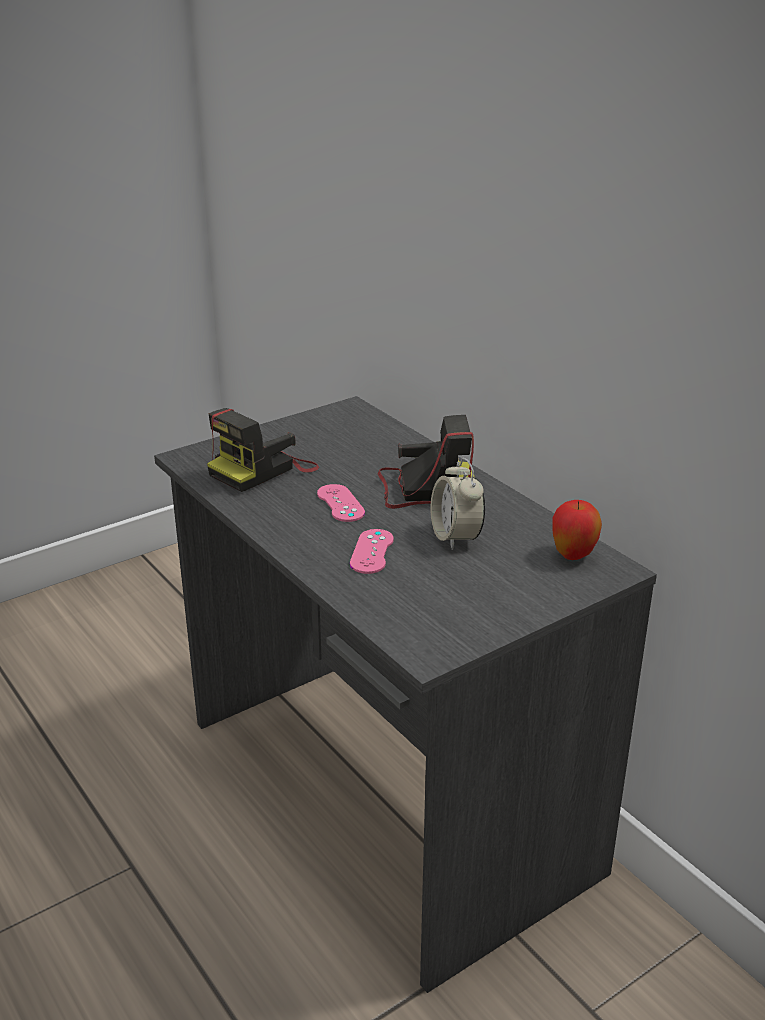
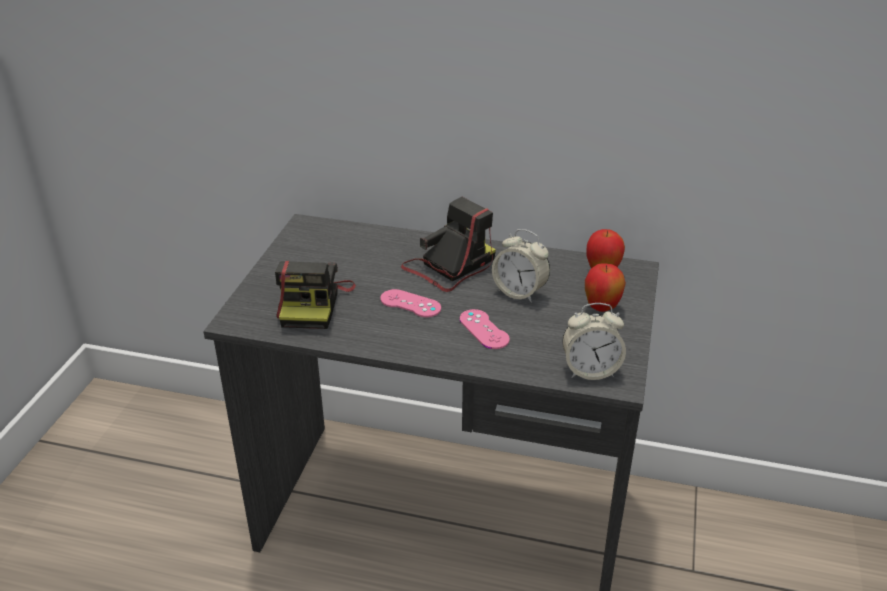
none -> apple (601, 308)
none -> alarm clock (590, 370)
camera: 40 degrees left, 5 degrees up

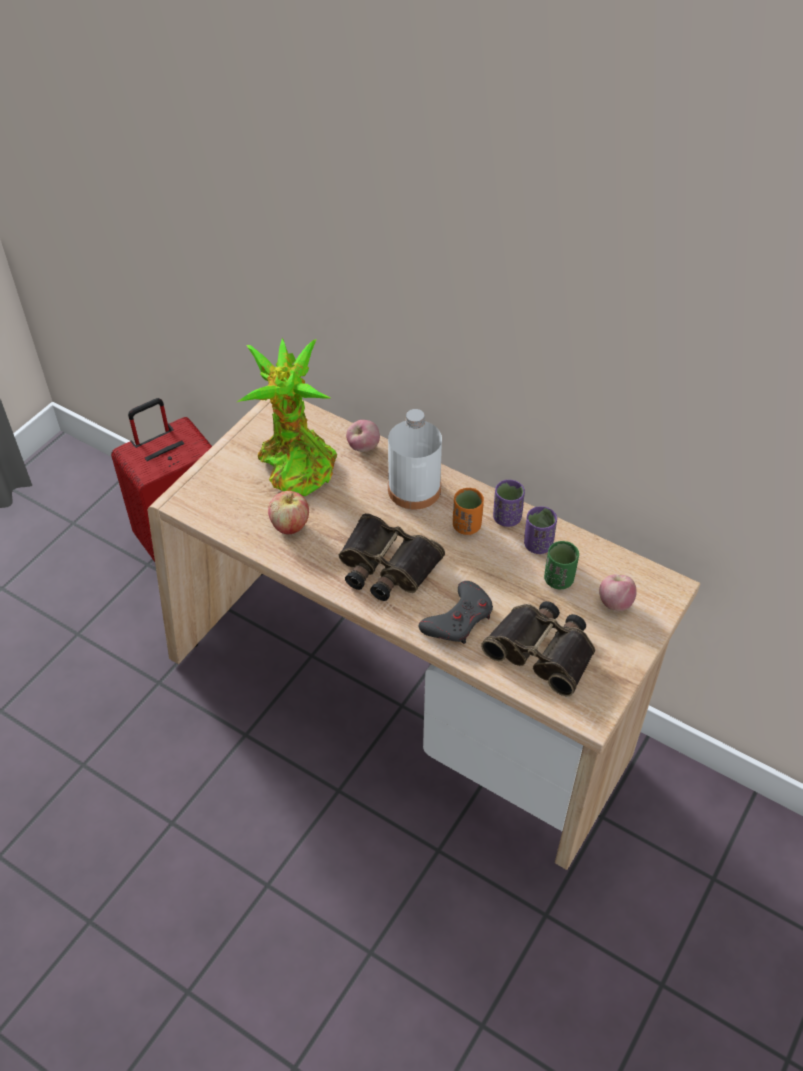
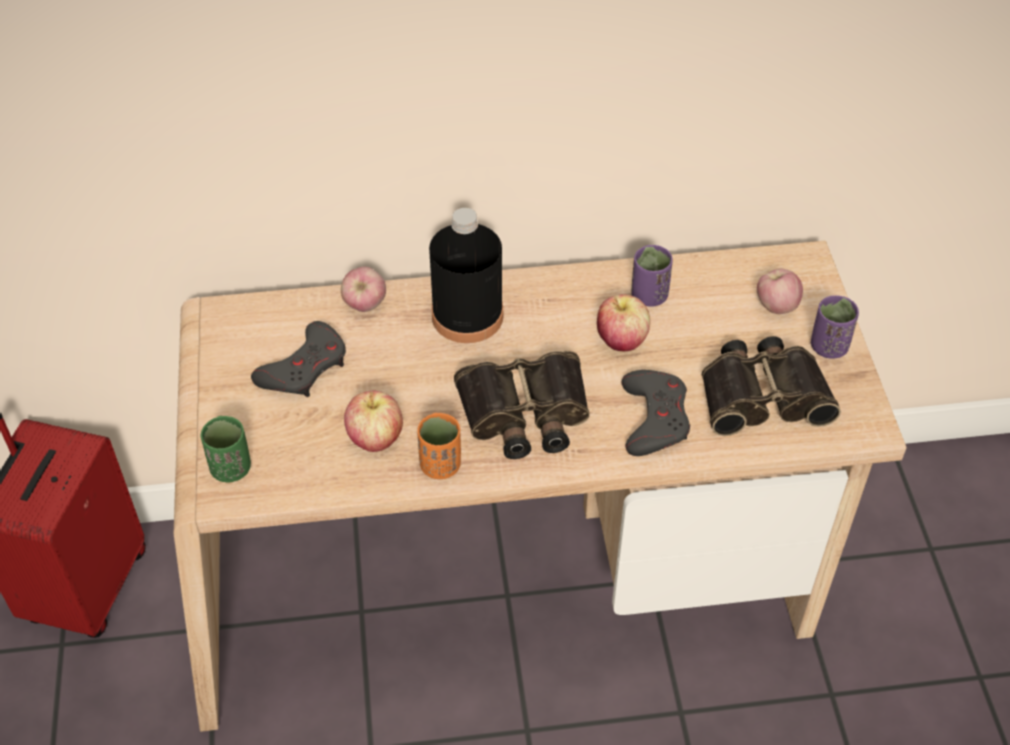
potted plant (294, 463) -> grey game controller (304, 368)
white bottle (414, 489) -> black bottle (467, 316)
purple cup (507, 518) -> purple cup (828, 347), relocated
orange cup (466, 526) -> orange cup (440, 465), relocated
green cup (558, 579) -> green cup (231, 468), relocated
none -> apple (621, 340)
camera: 40 degrees left, 0 degrees up

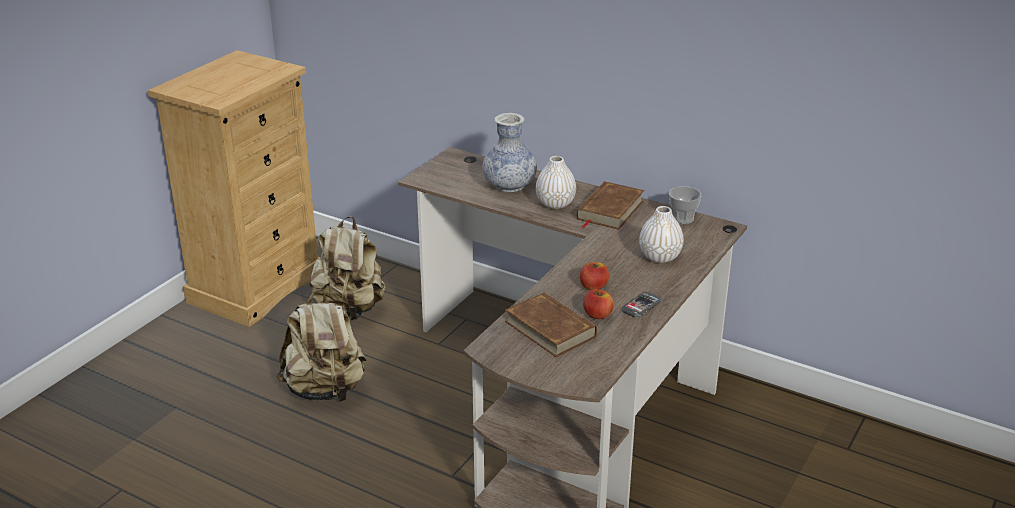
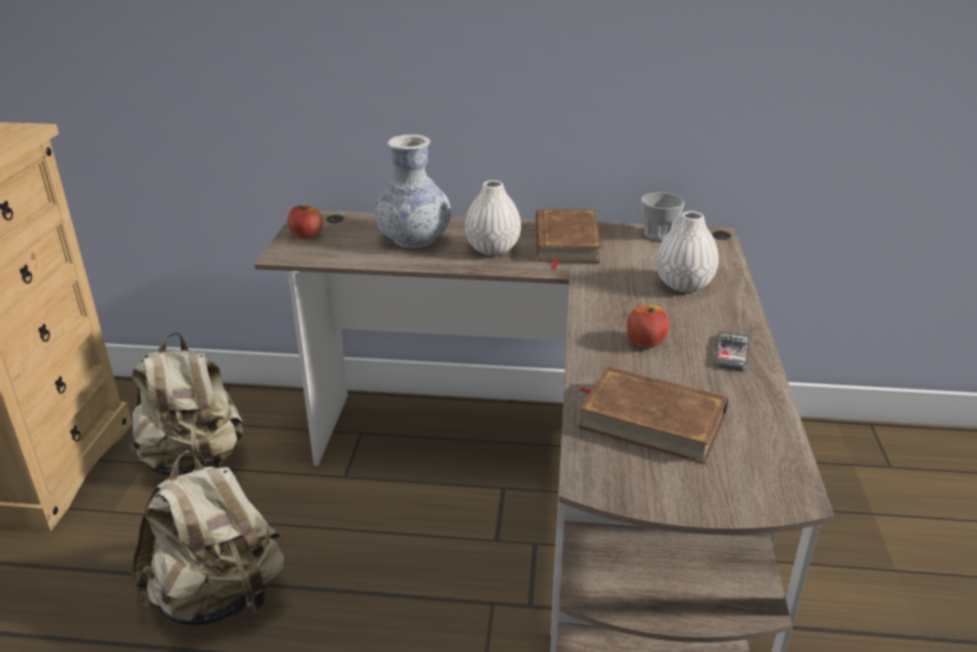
apple (597, 315) -> apple (306, 235), relocated
camera: 25 degrees left, 0 degrees up

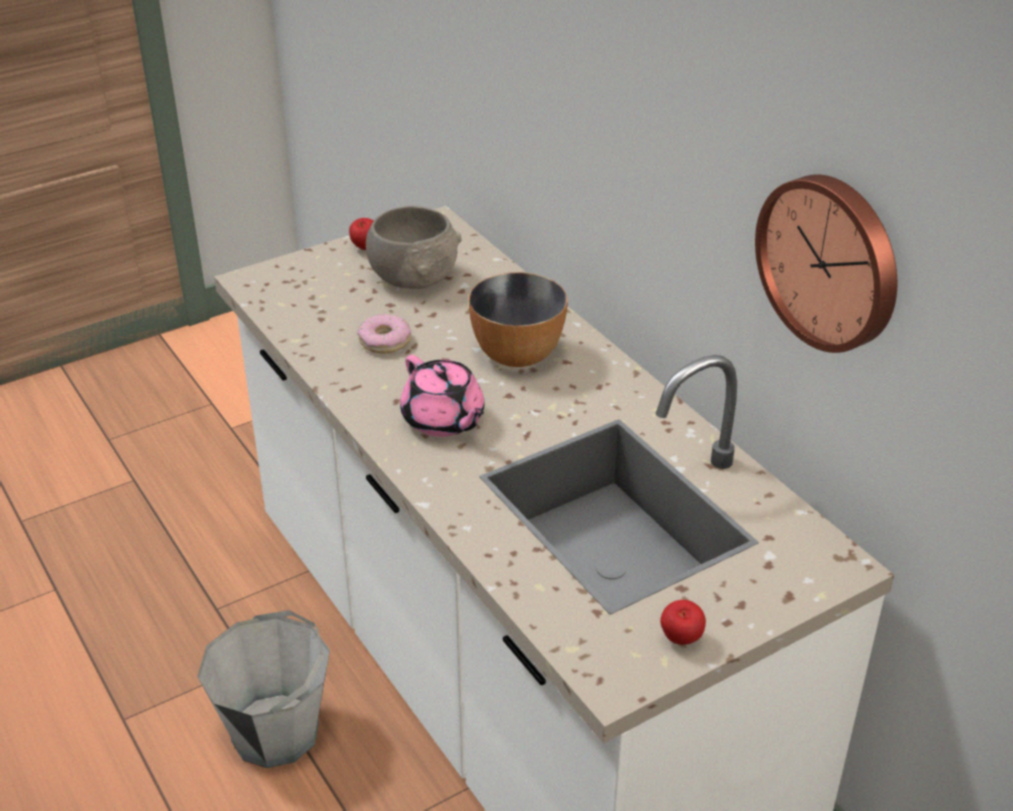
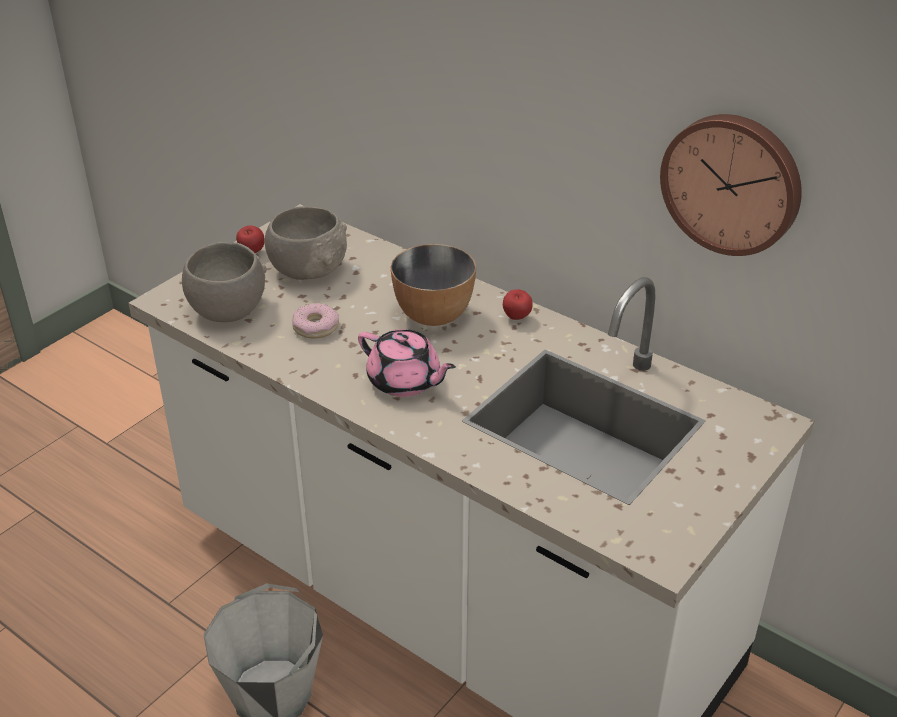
apple (681, 640) -> apple (517, 318), relocated
none -> grey bowl (227, 308)
camera: 20 degrees left, 0 degrees up

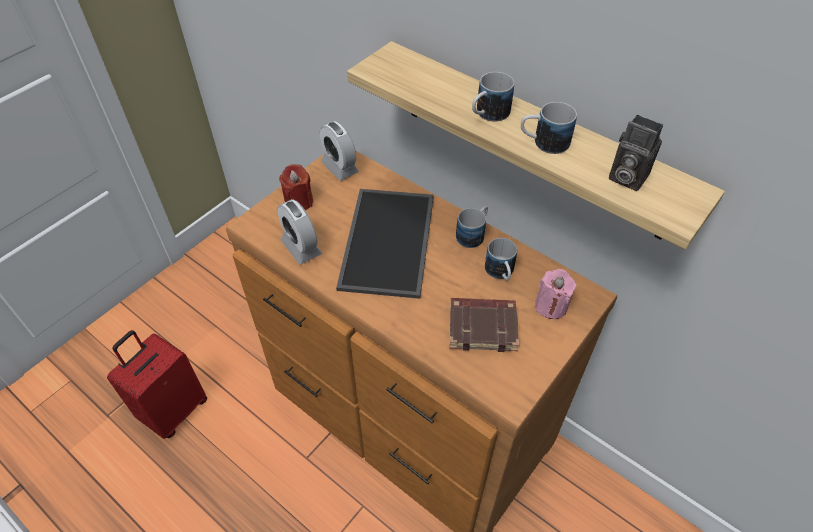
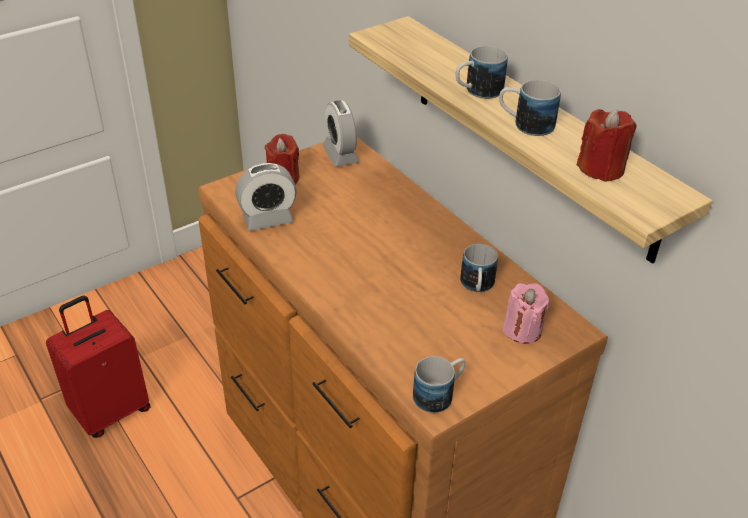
photo camera (625, 177) -> red candle (601, 168)
tray (390, 242) -> none
alarm clock (301, 247) -> alarm clock (268, 219), 90 degrees counterclockwise
mug (473, 234) -> mug (439, 394), relocated
brown book (483, 326) -> none
camera: 15 degrees right, 10 degrees down

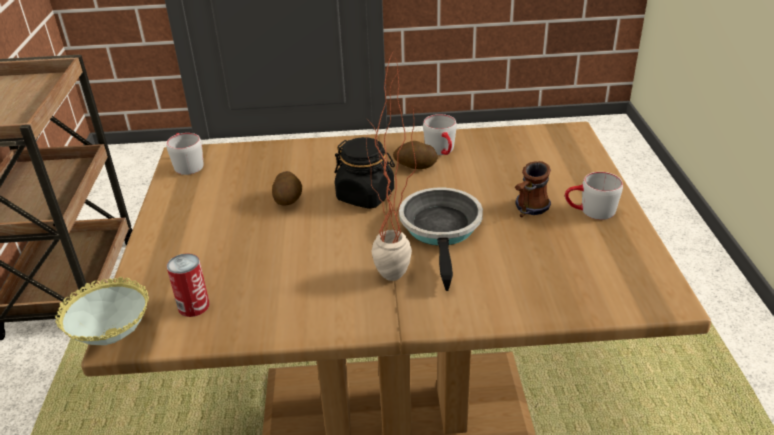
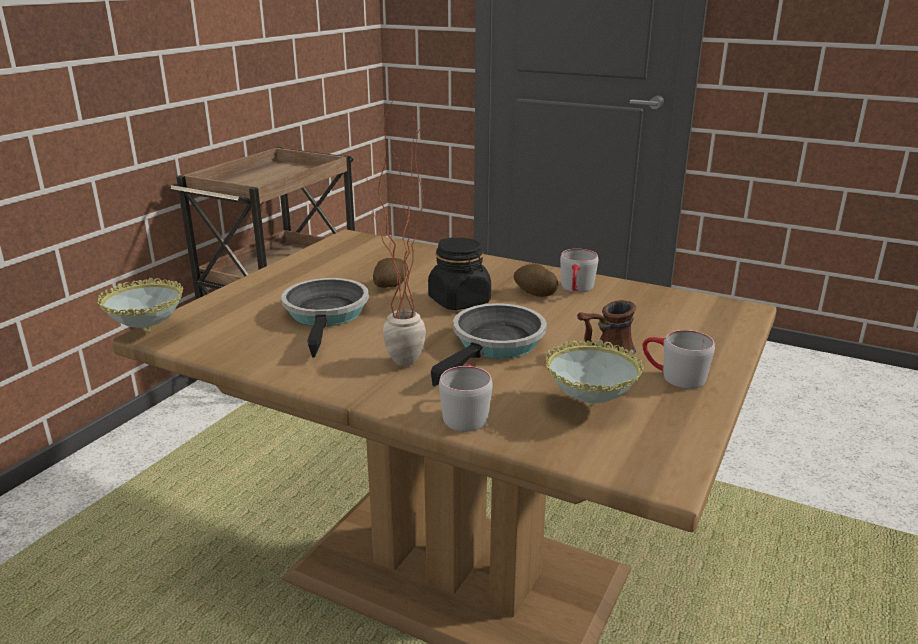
grey mug (186, 164) -> grey mug (465, 413), relocated
can (193, 306) -> none
none -> frying pan (326, 315)
none -> bowl (590, 406)
camera: 30 degrees right, 10 degrees down

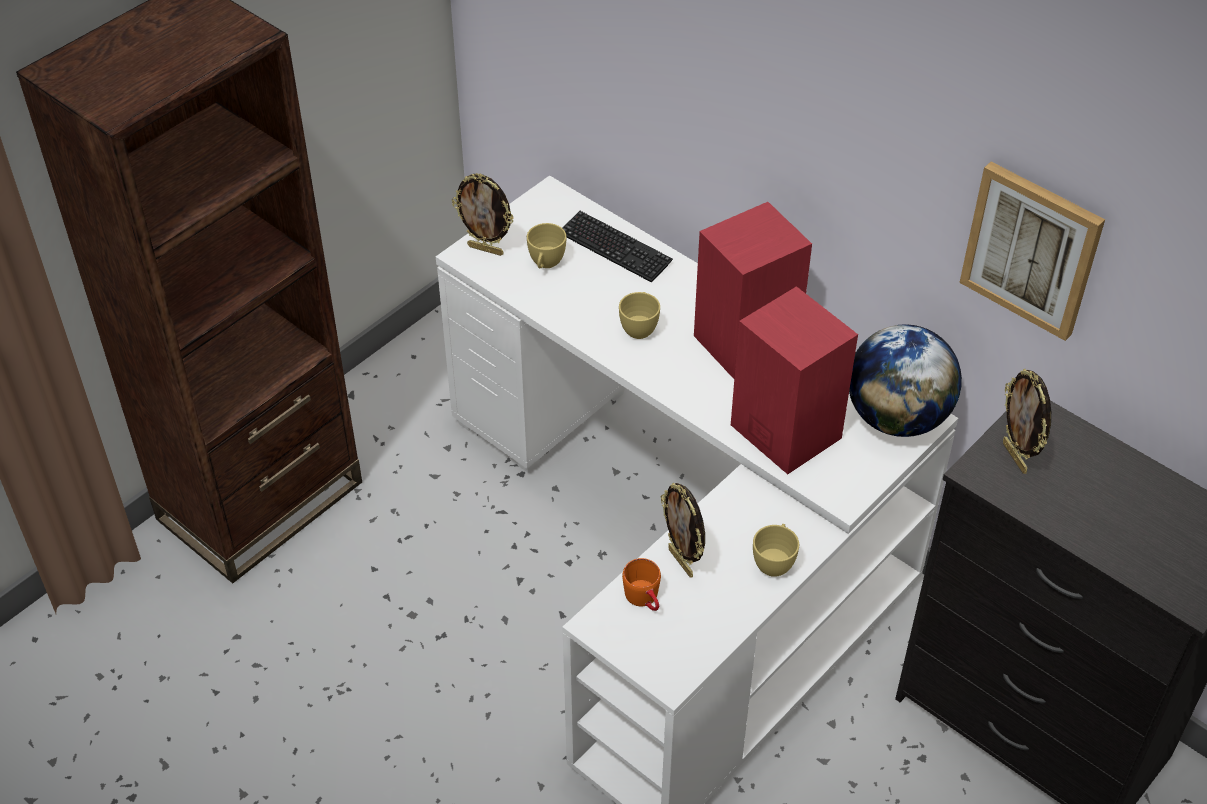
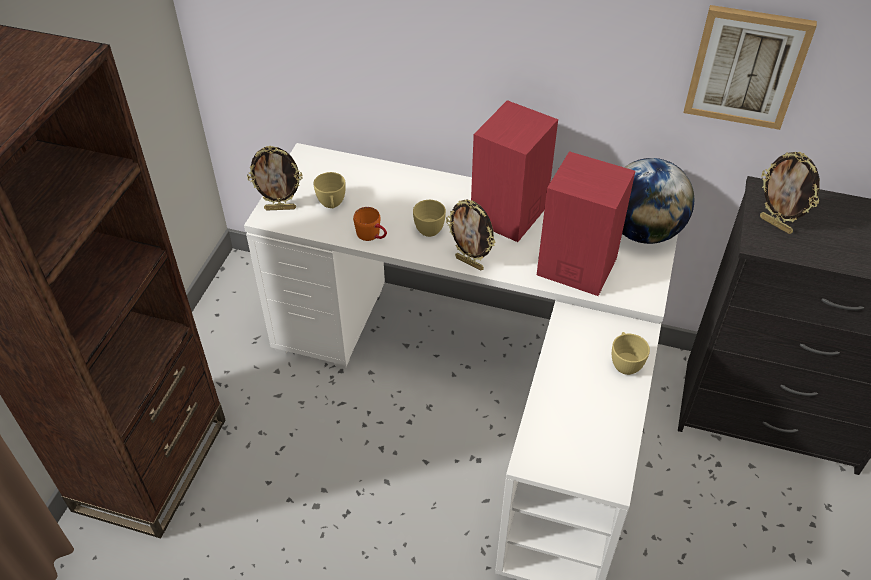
keyboard (615, 248) -> none
picture frame (682, 562) -> picture frame (470, 263), relocated
orange mug (645, 599) -> orange mug (372, 235), relocated
camera: 25 degrees left, 0 degrees up

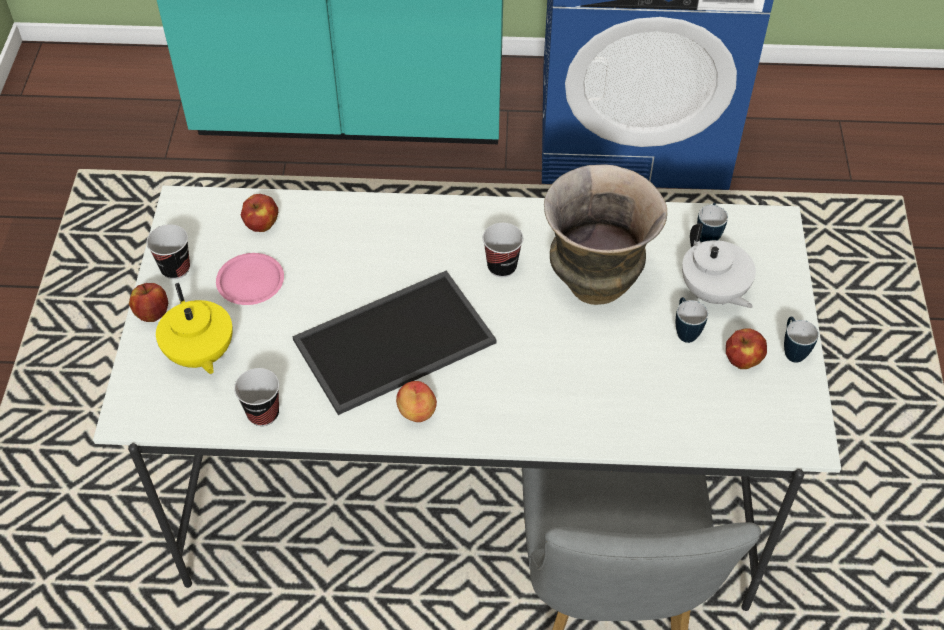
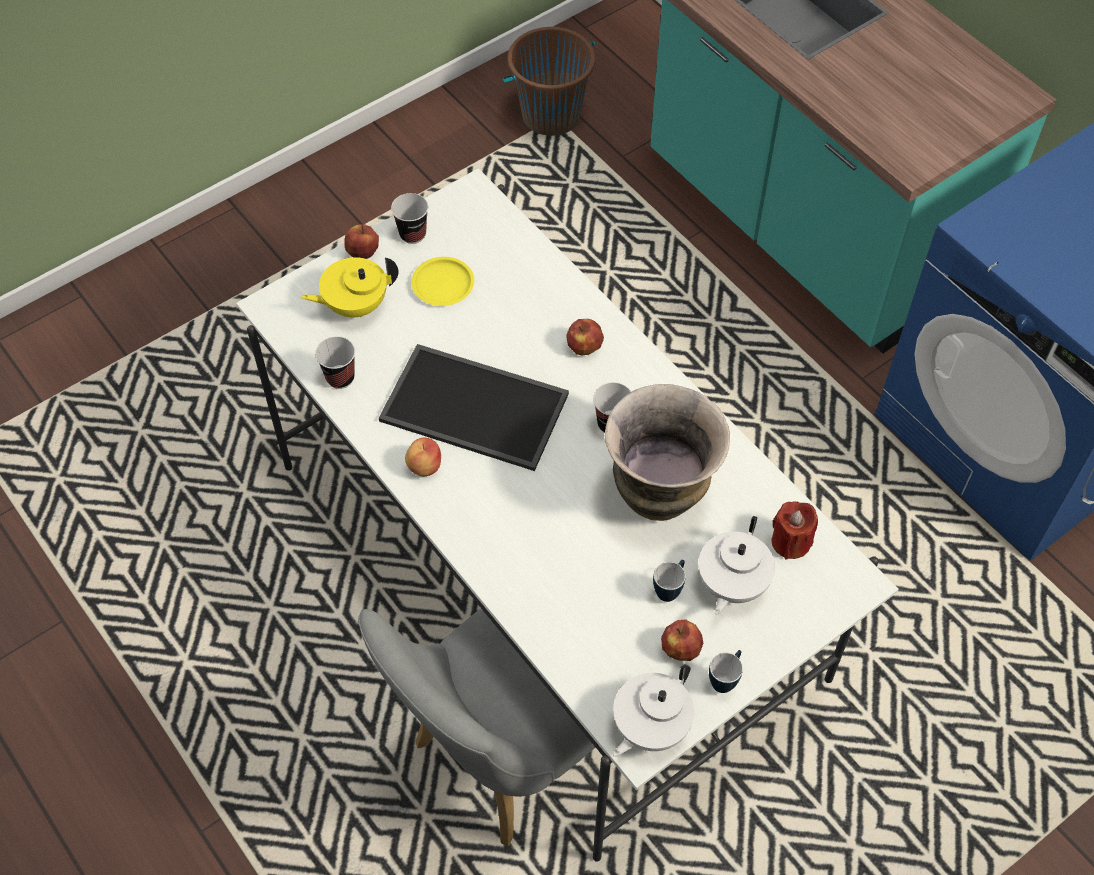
apple (262, 224) -> apple (584, 347), relocated
mug (708, 236) -> red candle (791, 542)
pink plate (250, 282) -> yellow plate (443, 284)
yellow teapot (200, 354) -> yellow teapot (355, 305), 45 degrees clockwise
none -> brown bucket (551, 115)
none -> white teapot (649, 726)
camera: 50 degrees right, 5 degrees up

